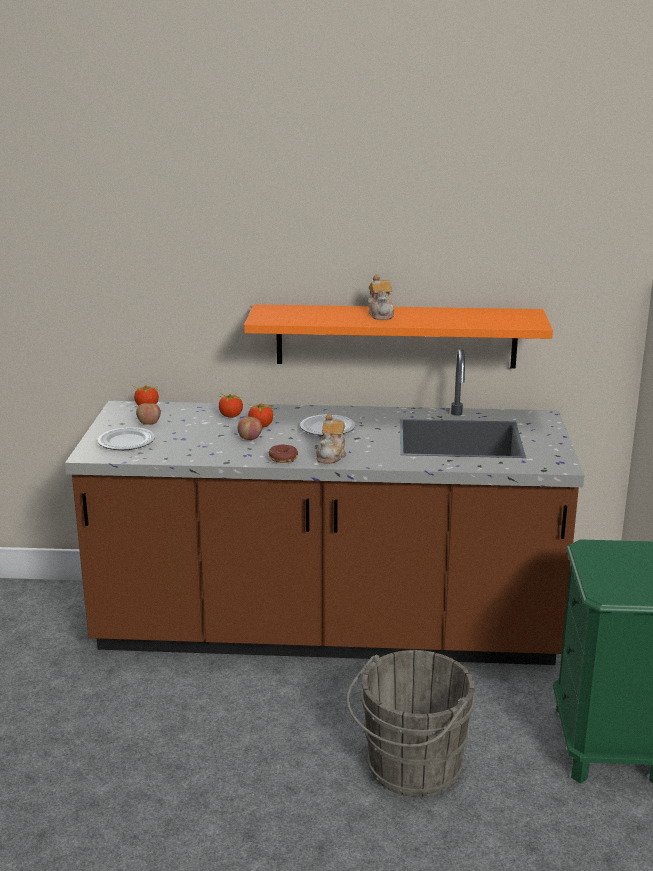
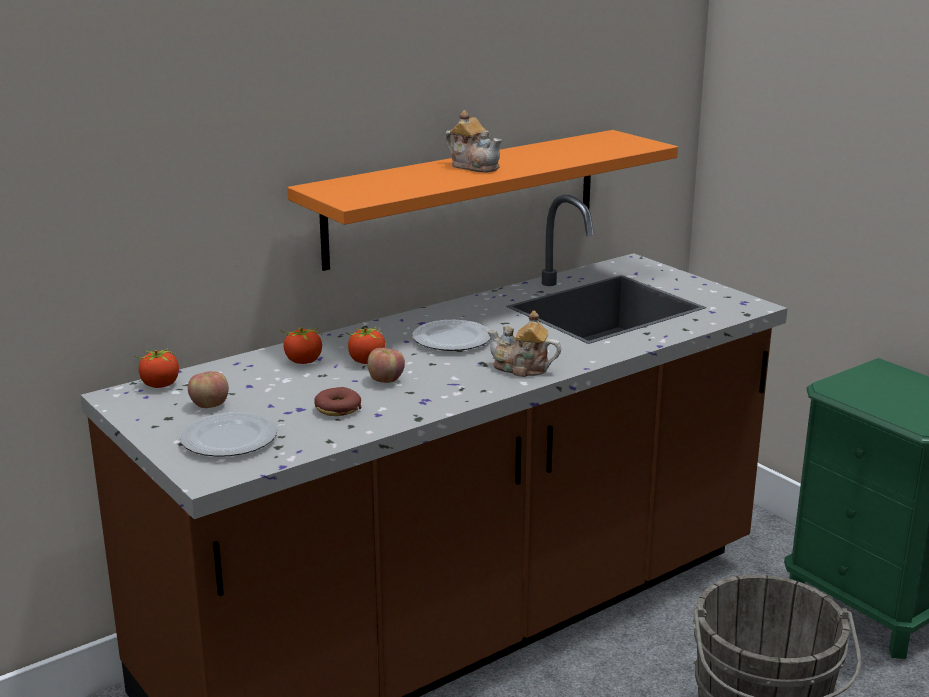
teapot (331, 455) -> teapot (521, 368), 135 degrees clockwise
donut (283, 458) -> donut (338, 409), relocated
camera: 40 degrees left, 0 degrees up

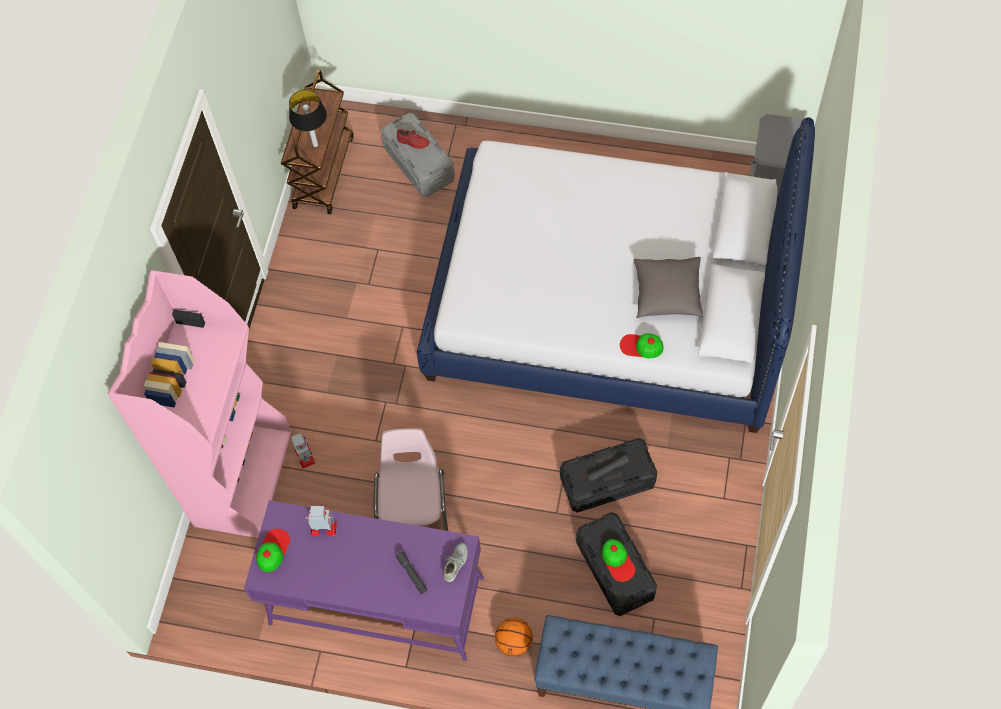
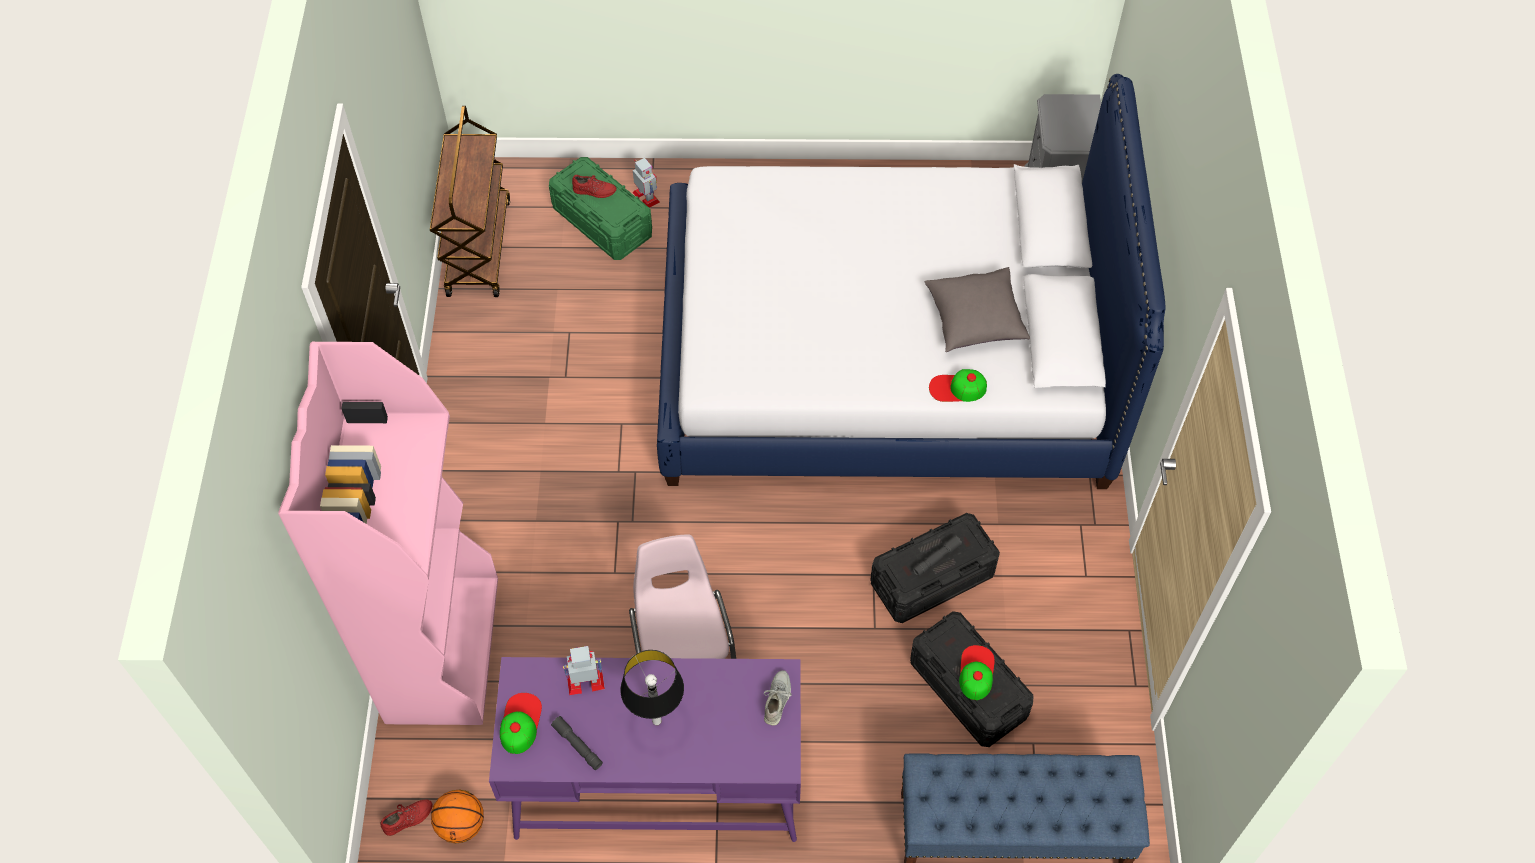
table lamp (315, 144) -> table lamp (656, 721), relocated
grey storage box (419, 163) -> green storage box (602, 221)
toy robot (305, 456) -> toy robot (646, 197), relocated
cap (618, 561) -> cap (976, 672), 135 degrees counterclockwise
grey flashlight (412, 574) -> grey flashlight (577, 745), relocated
basketball (514, 642) -> basketball (461, 825), relocated
none -> red shoe (408, 818)
camera: 15 degrees left, 5 degrees down

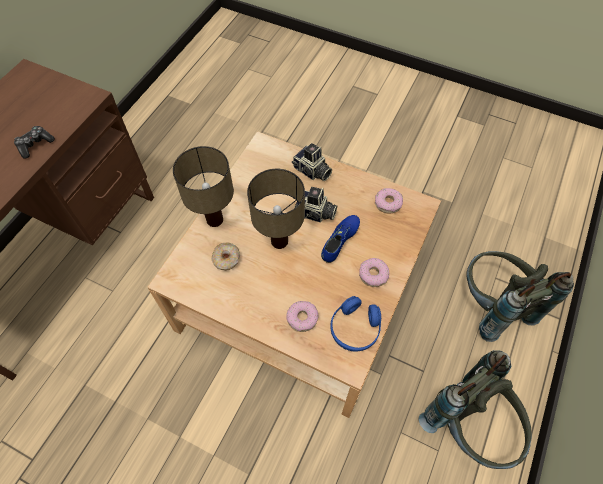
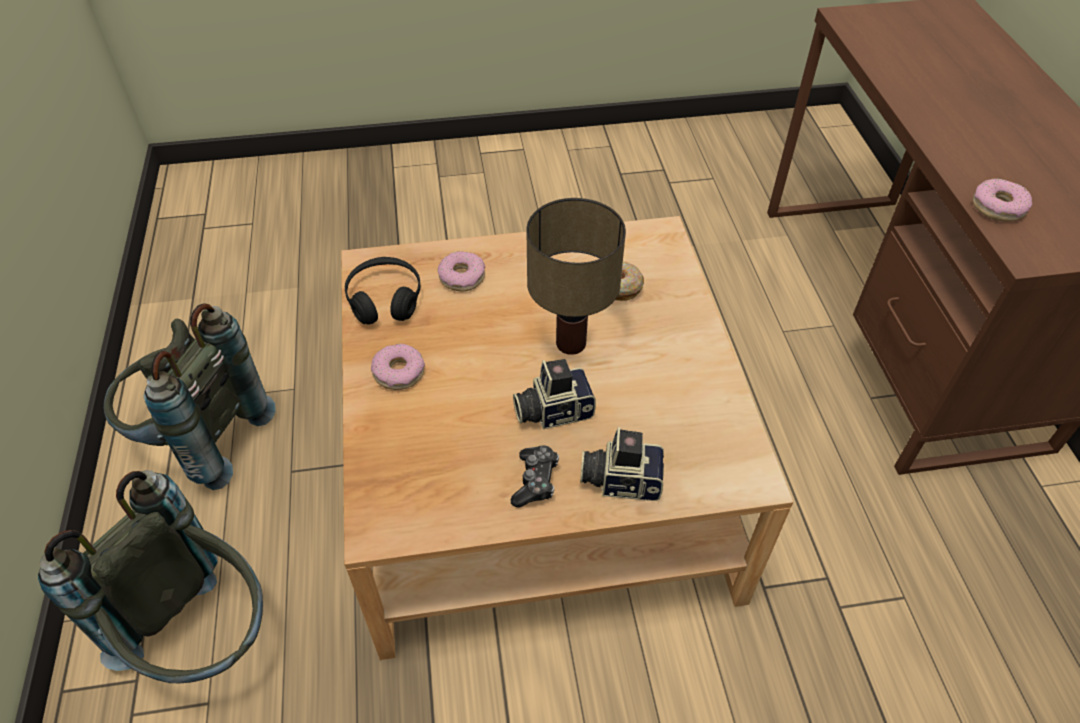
game controller (35, 144) -> game controller (535, 481), relocated
table lamp (216, 220) -> none
donut (388, 203) -> donut (998, 207), relocated
blue shoe (340, 241) -> none
blue headphones (355, 328) -> black headphones (385, 299)
camera: 145 degrees right, 10 degrees down

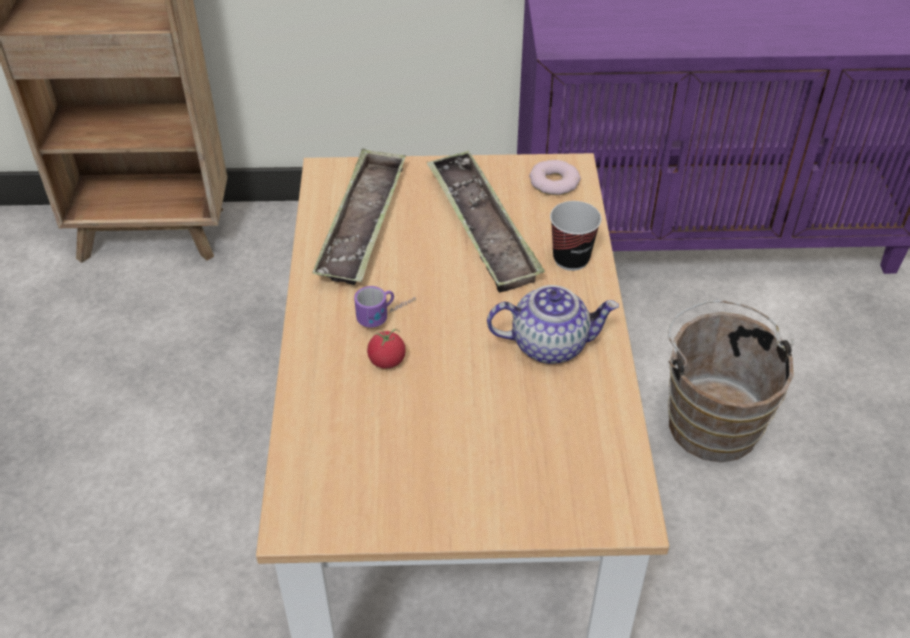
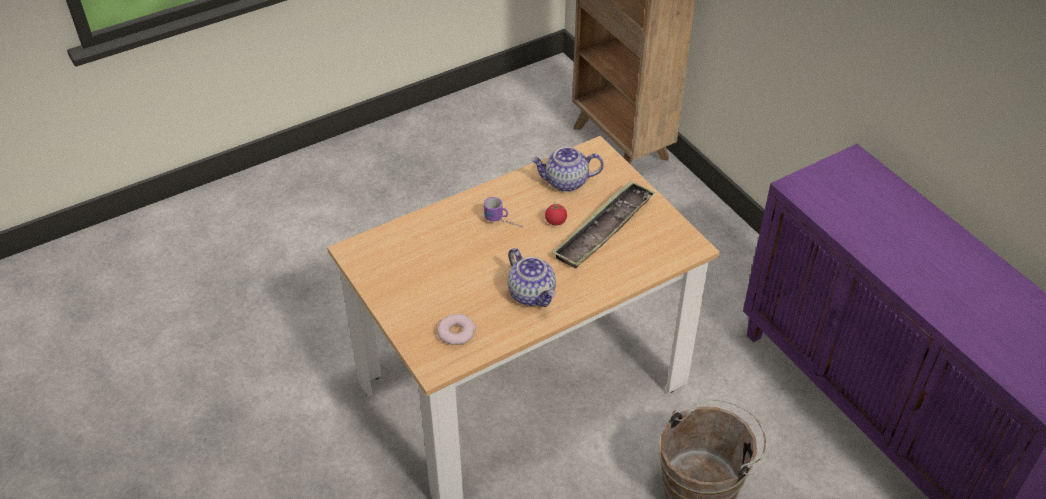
tray (363, 223) -> teapot (566, 182)
donut (553, 182) -> donut (456, 332), relocated
cup (571, 259) -> none
tomato (387, 360) -> tomato (555, 221), relocated
camera: 60 degrees right, 0 degrees up

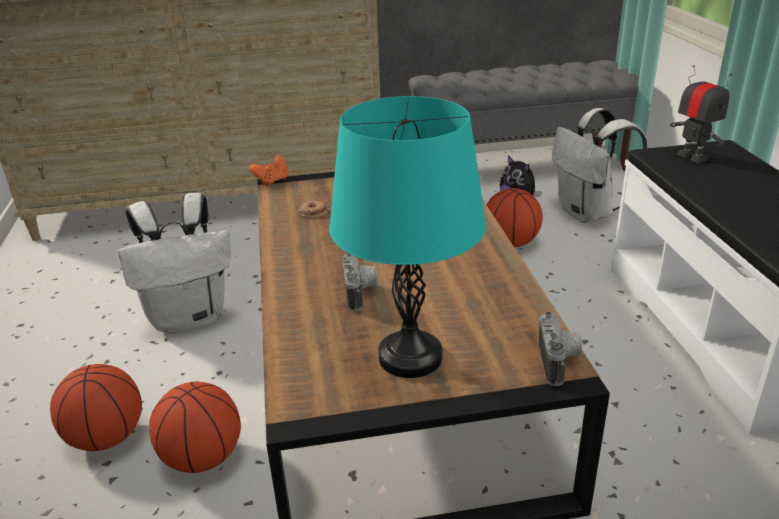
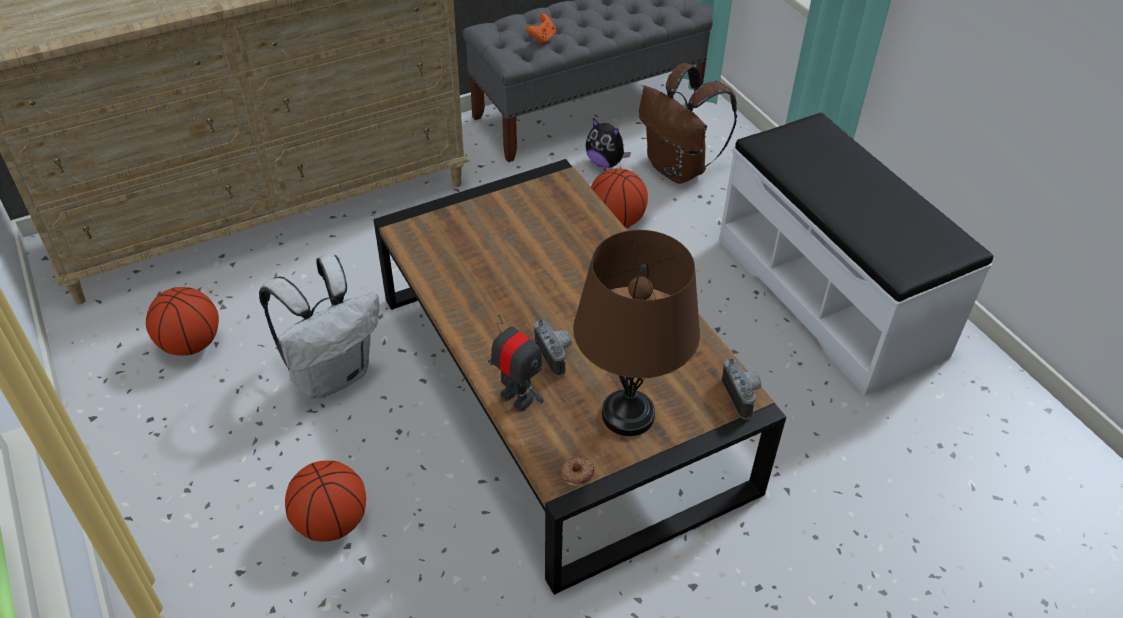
toy robot (692, 157) -> toy robot (517, 398), relocated
turquoise table lamp (410, 357) -> brown table lamp (628, 415)
white backpack (588, 214) -> brown backpack (679, 169)
orange game controller (272, 181) -> orange game controller (542, 39), relocated
donut (313, 212) -> donut (577, 473), relocated
basketball (202, 459) -> basketball (191, 344), relocated
camera: 20 degrees left, 15 degrees up

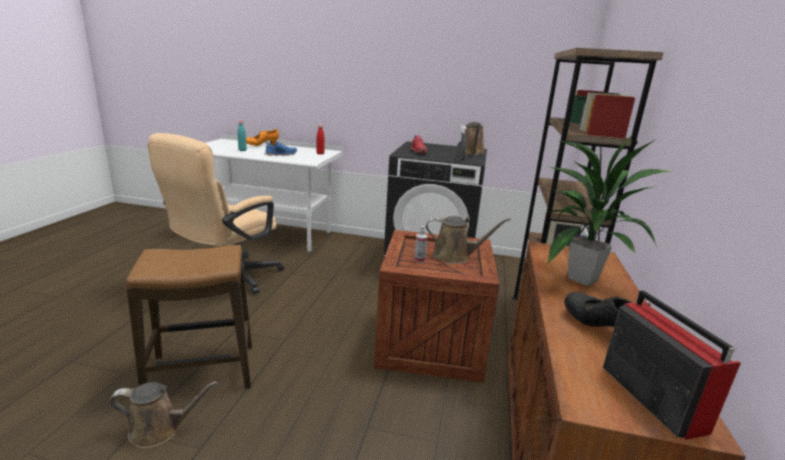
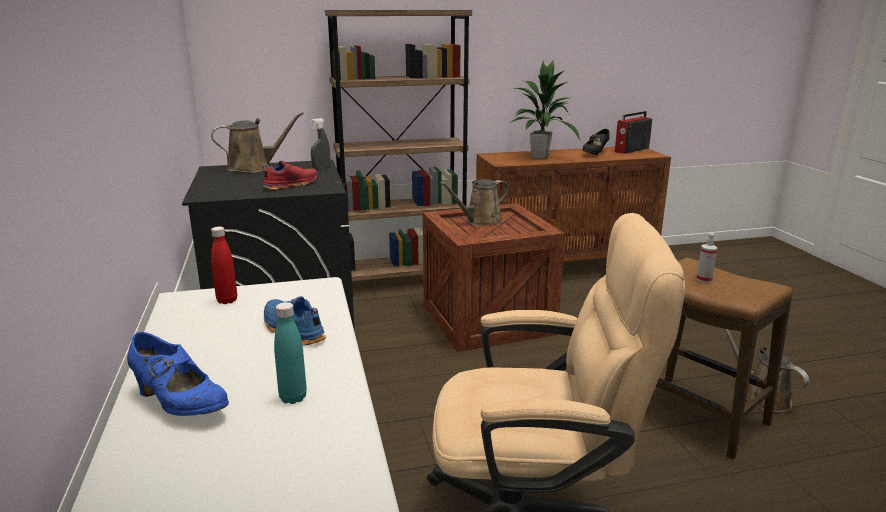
orange shoe (261, 146) -> blue shoe (179, 404)
brown watering can (455, 256) -> brown watering can (480, 221), 105 degrees counterclockwise
spray bottle (419, 260) -> spray bottle (704, 279), relocated
camera: 115 degrees left, 0 degrees up

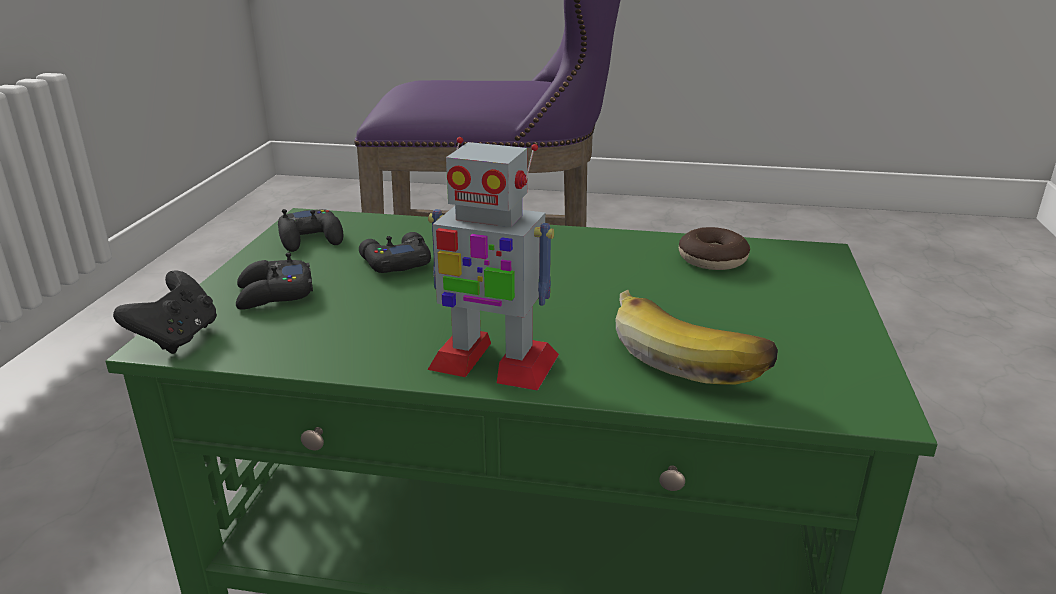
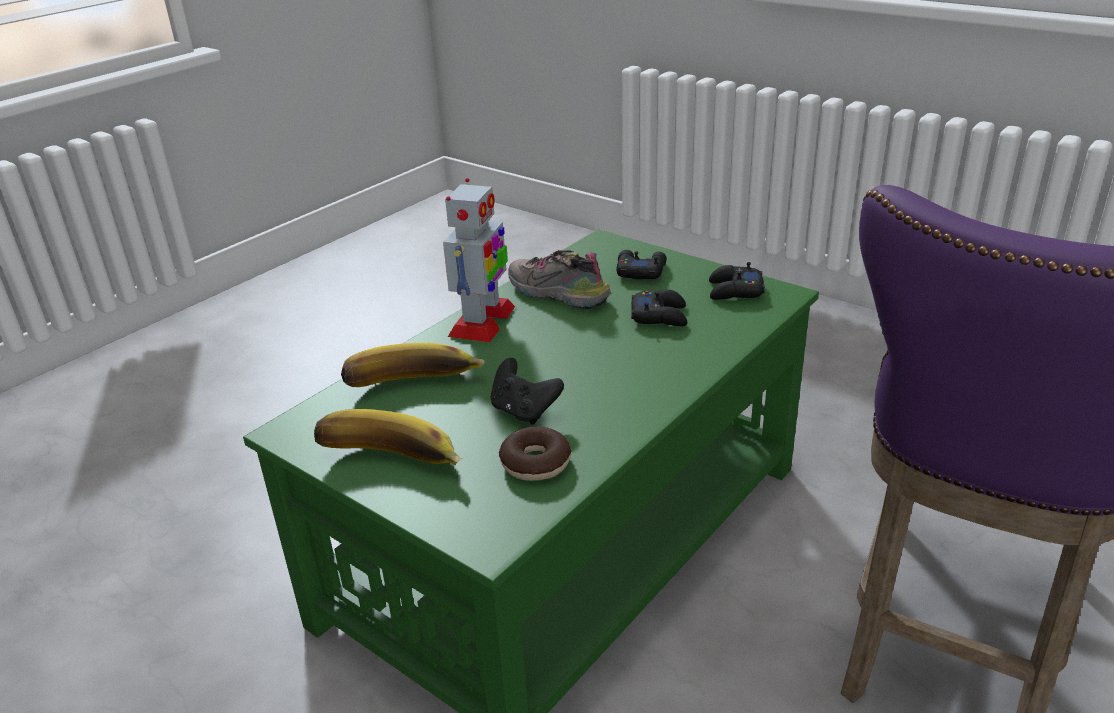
toy robot (492, 362) -> toy robot (482, 322), 150 degrees clockwise
black game controller (178, 338) -> black game controller (524, 411), relocated
none -> shoe (555, 294)
none -> banana (388, 465)
camera: 120 degrees right, 5 degrees up

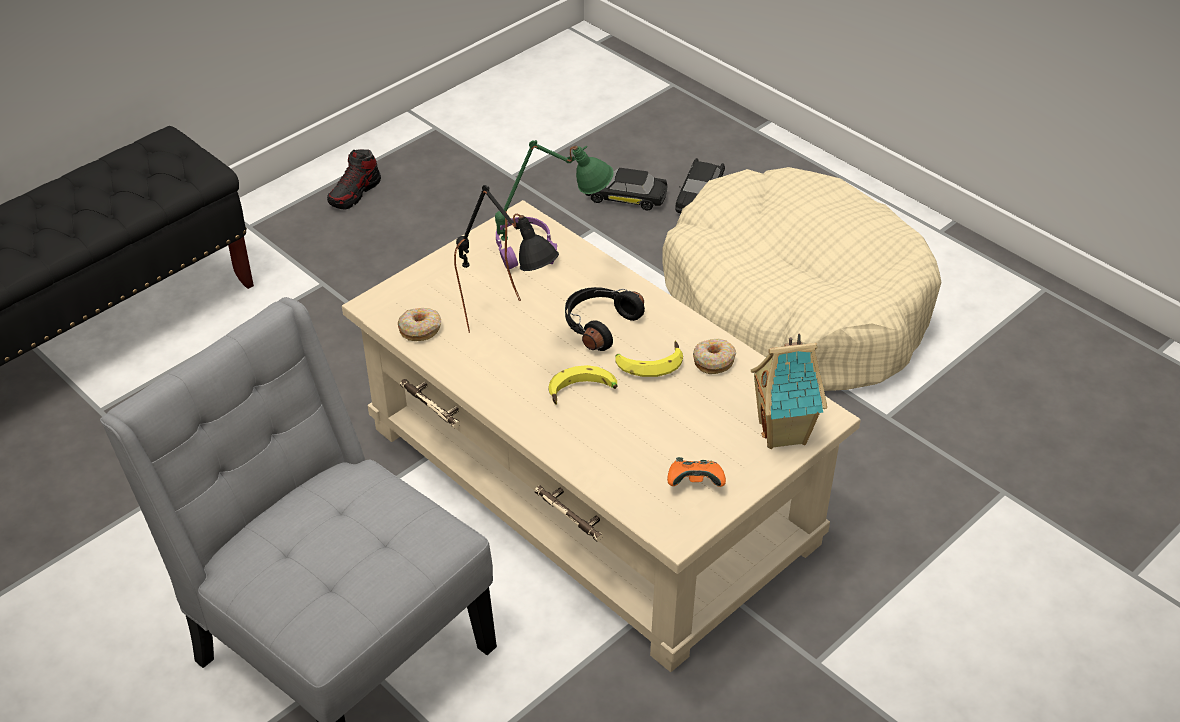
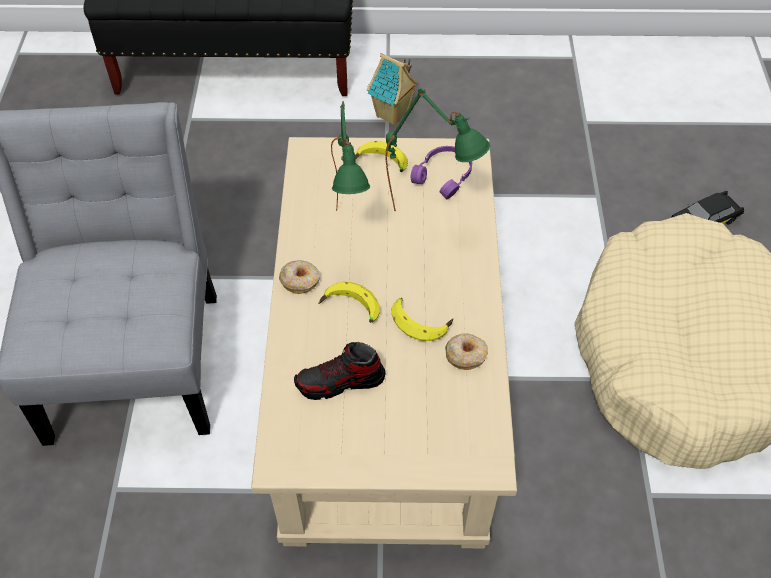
shoe (354, 193) -> shoe (340, 382), relocated
black toy car (626, 197) -> none
black table lamp (509, 342) -> green table lamp (351, 236)
black headphones (598, 325) -> none
donut (420, 329) -> donut (300, 281), relocated
toy house (784, 433) -> toy house (392, 115), relocated
orange game controller (695, 483) -> none
none -> banana (381, 164)
camera: 45 degrees right, 10 degrees up

